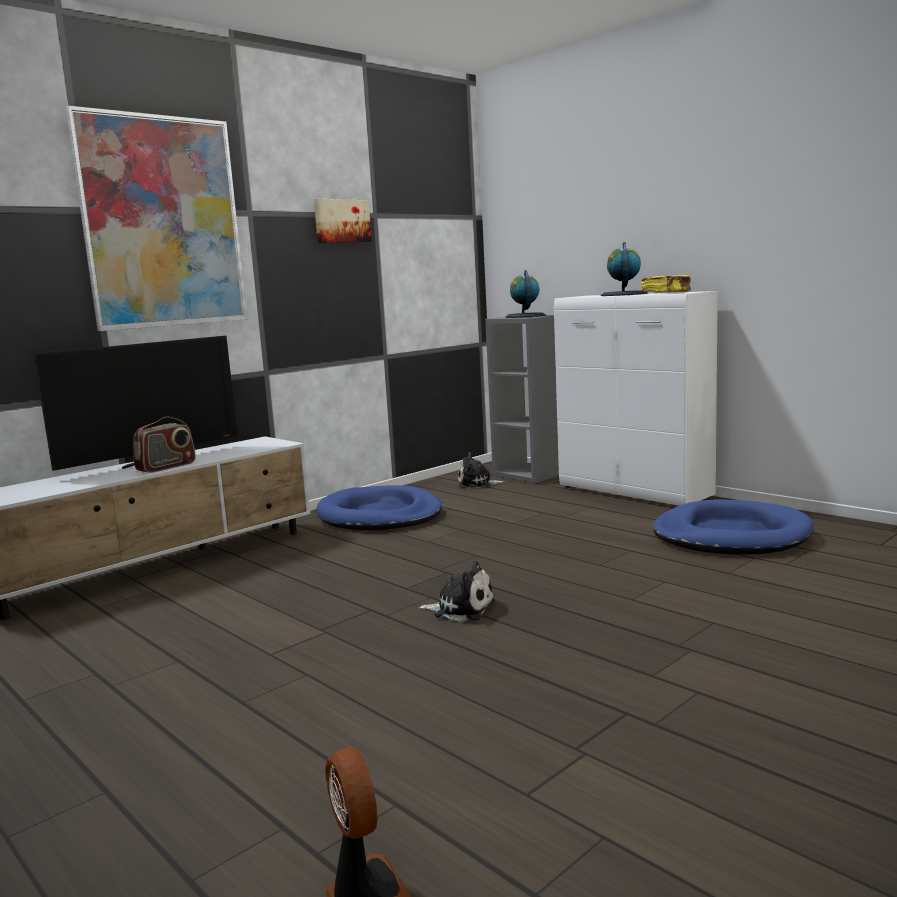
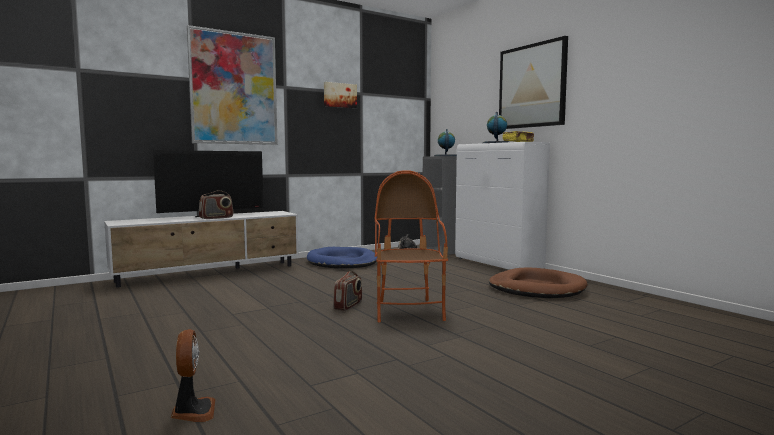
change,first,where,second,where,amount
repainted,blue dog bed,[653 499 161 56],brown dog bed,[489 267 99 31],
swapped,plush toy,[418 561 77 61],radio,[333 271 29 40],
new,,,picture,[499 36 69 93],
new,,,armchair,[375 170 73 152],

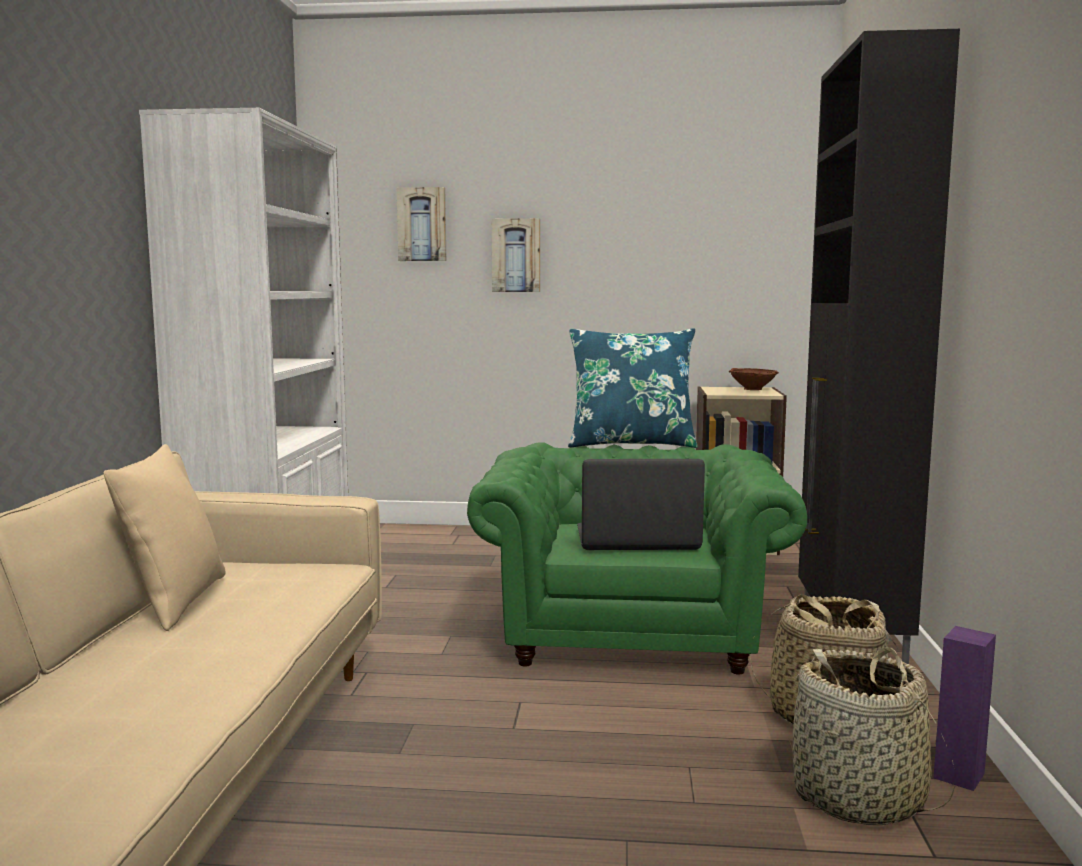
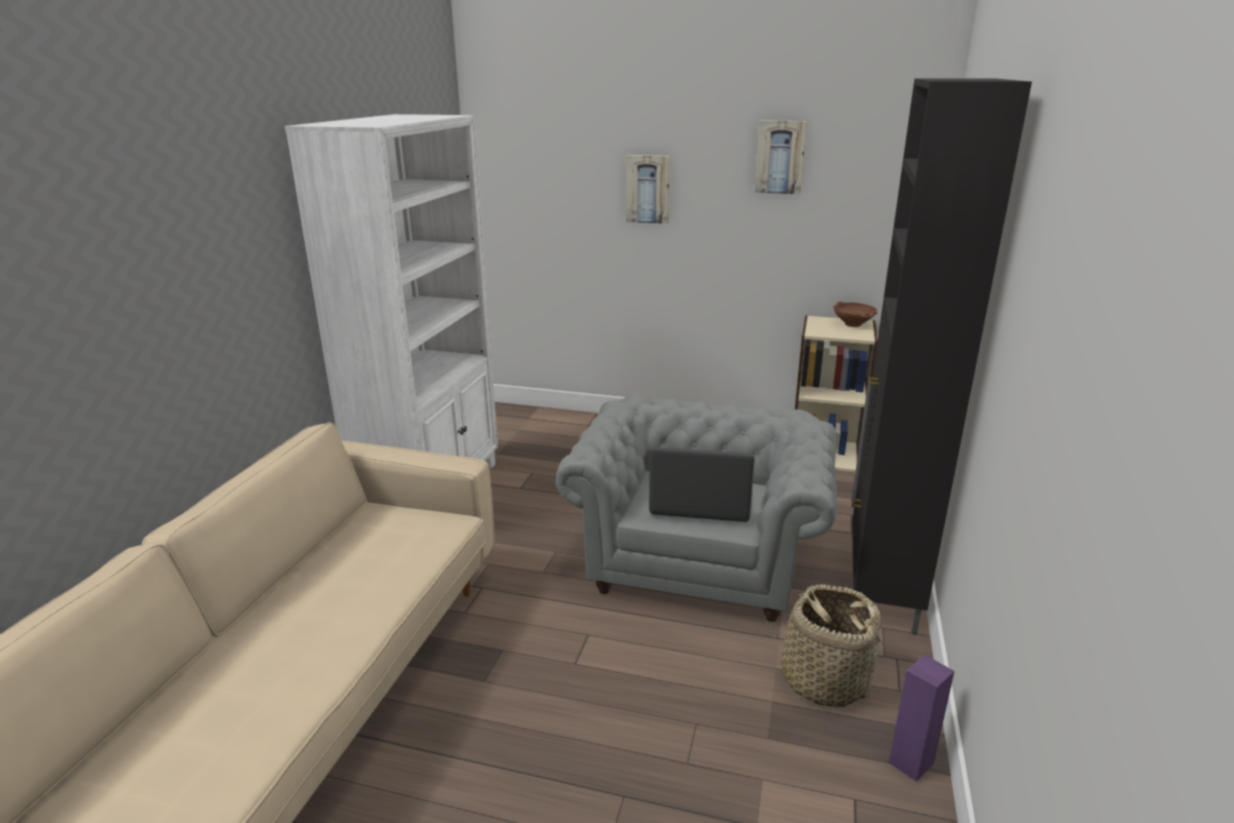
change,first,where,second,where,amount
shifted,picture,[397 187 49 74],,[754 120 53 74],
gone,blue pillow,[568 328 130 120],,,
repainted,green armchair,[467 443 340 231],grey armchair,[556 394 281 228],
gone,beige pillow,[104 444 122 187],,,
gone,basket,[788 647 168 178],,,

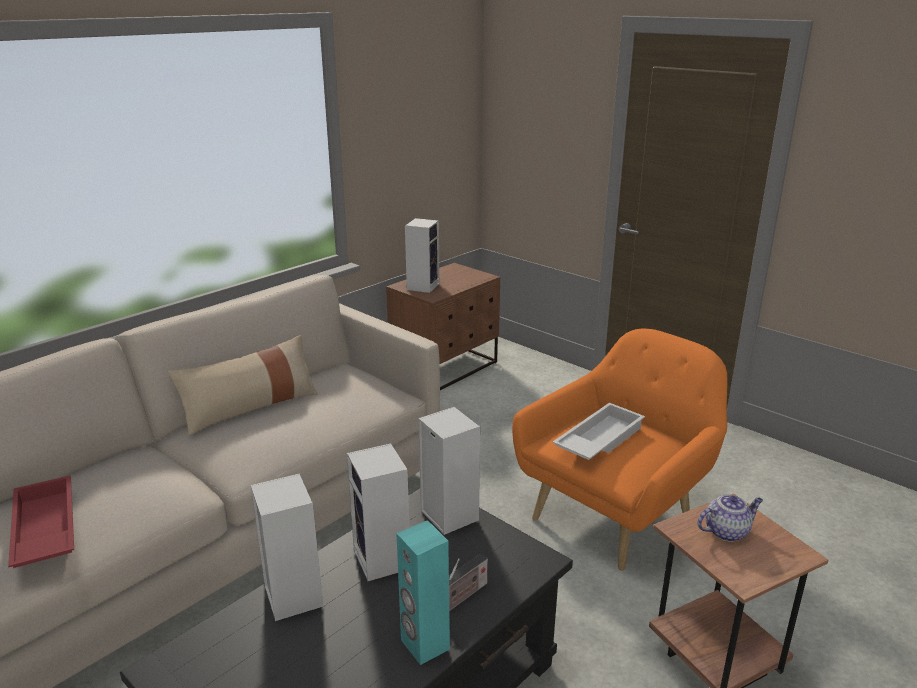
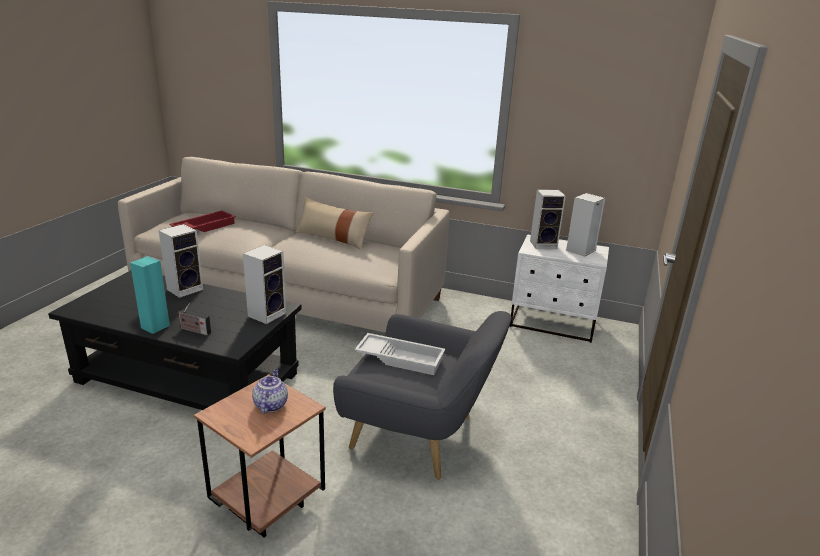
change,first,where,second,where,amount
repainted,brown nightstand,[386 263 114 127],white nightstand,[510 234 99 109],
repainted,orange armchair,[512 329 215 242],grey armchair,[333 311 178 169],
shifted,speaker,[347 443 62 138],,[566 193 40 64],
rotated,teapot,[697 494 66 48],,[252 369 36 45],135 degrees counterclockwise

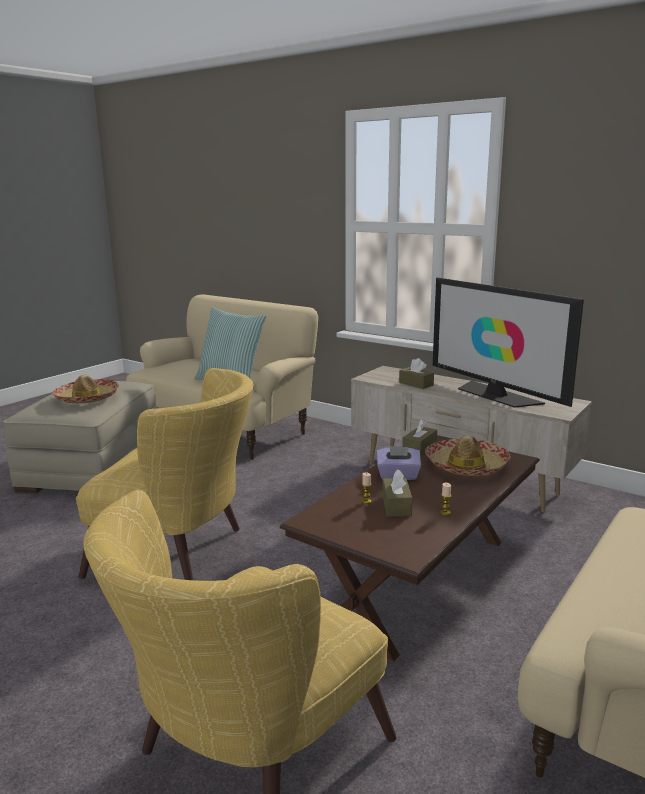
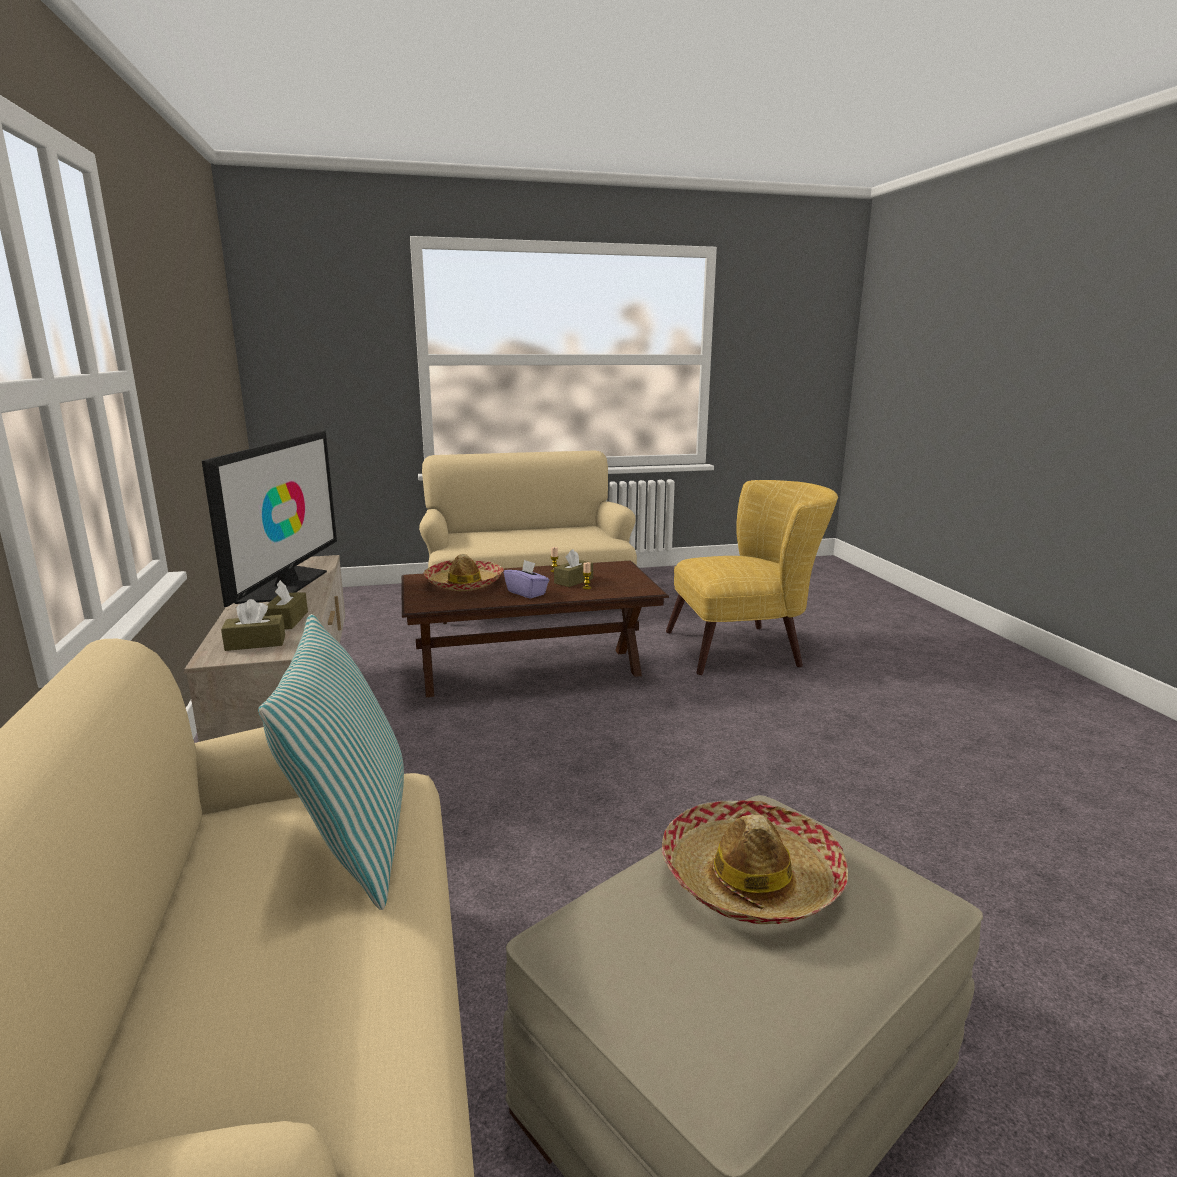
change,first,where,second,where,amount
gone,yellow armchair,[76 368 178 212],,,
shifted,brown tissue box,[402 418 35 39],,[221 599 64 52],

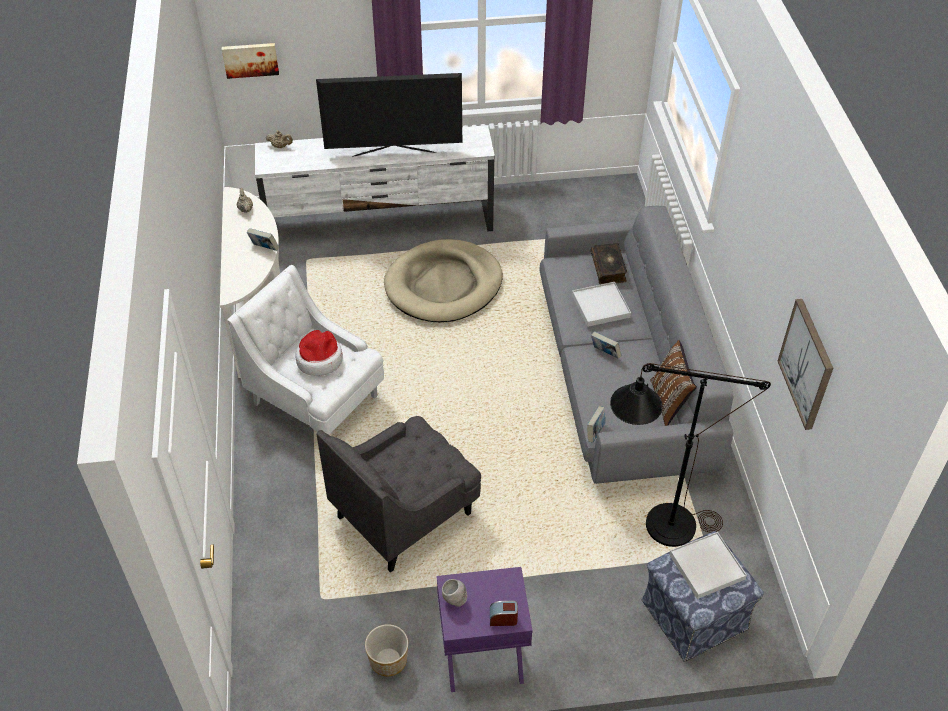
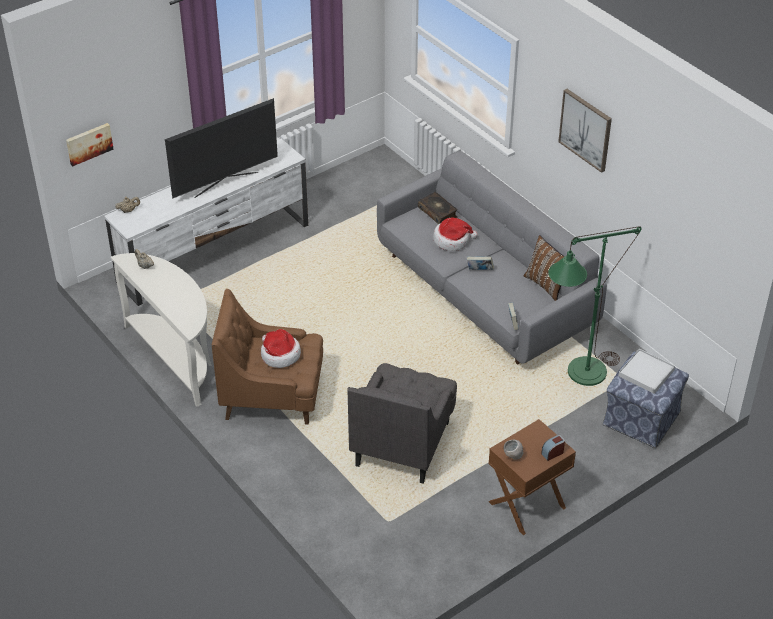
change,first,where,second,where,amount
gone,book,[247 228 32 23],,,
gone,beige dog bed,[384 239 119 83],,,
repainted,white armchair,[227 265 157 170],brown armchair,[212 289 111 136],
swapped,white tray,[572 282 59 45],hat,[433 217 45 34],
shifted,picture,[778 299 55 131],,[558 89 54 84],
repainted,black floor lamp,[610 363 161 184],green floor lamp,[548 226 94 160],
repainted,purple nightstand,[437 567 96 125],brown nightstand,[488 419 88 116],
gone,planter,[365 624 43 52],,,

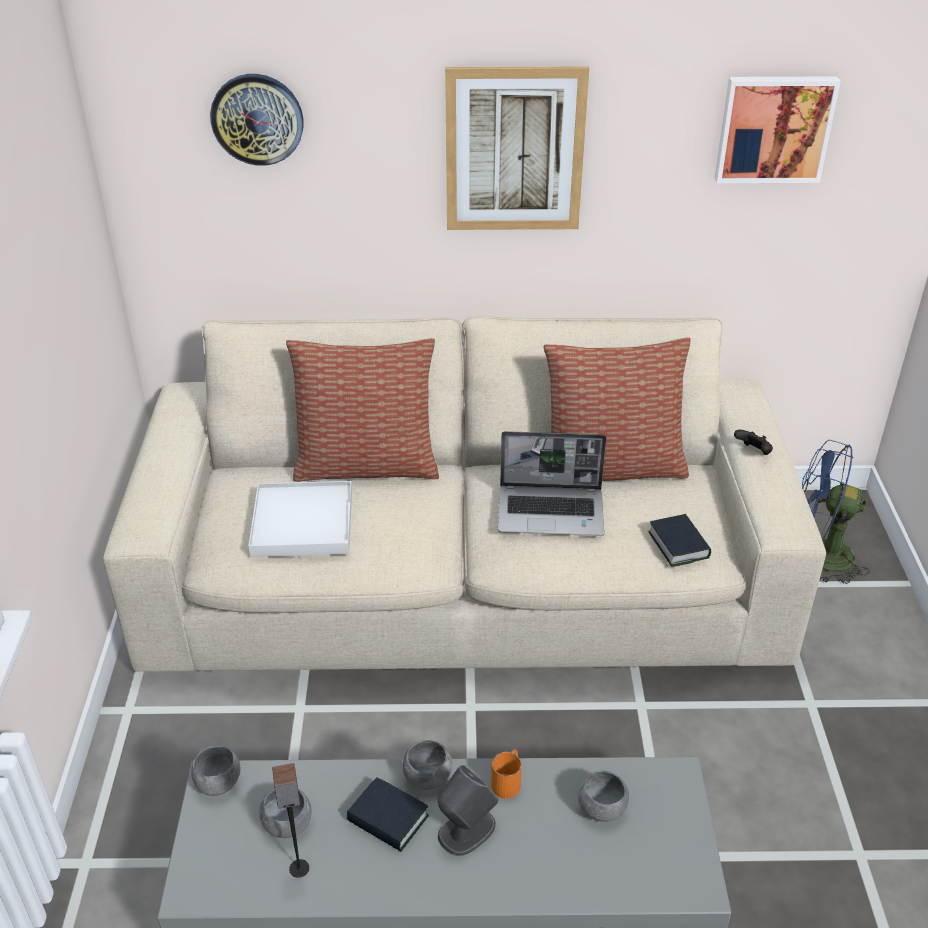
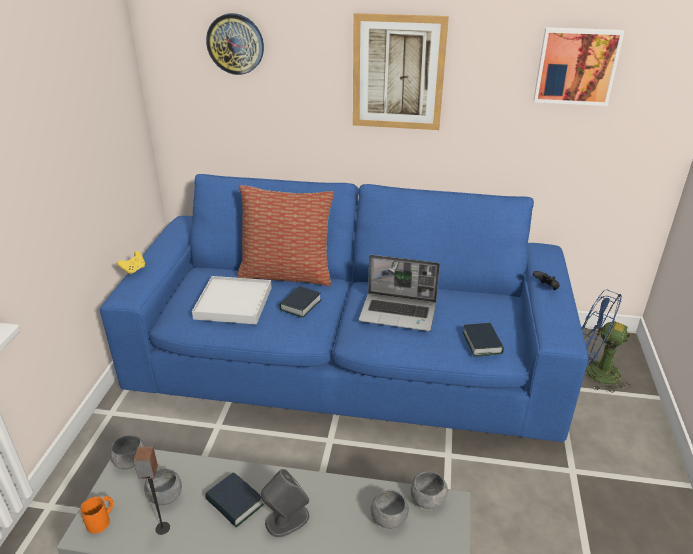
change,first,where,second,where,amount
repainted,beige sofa,[103 316 723 356],blue sofa,[100 174 488 268],
gone,pillow,[544 337 147 144],,,
shifted,grey bowl,[403 740 50 50],,[411 471 37 38],
shifted,orange mug,[491 749 31 50],,[80 496 33 38],
new,,,yellow game controller,[117 251 28 24],
new,,,book,[279 286 43 32],

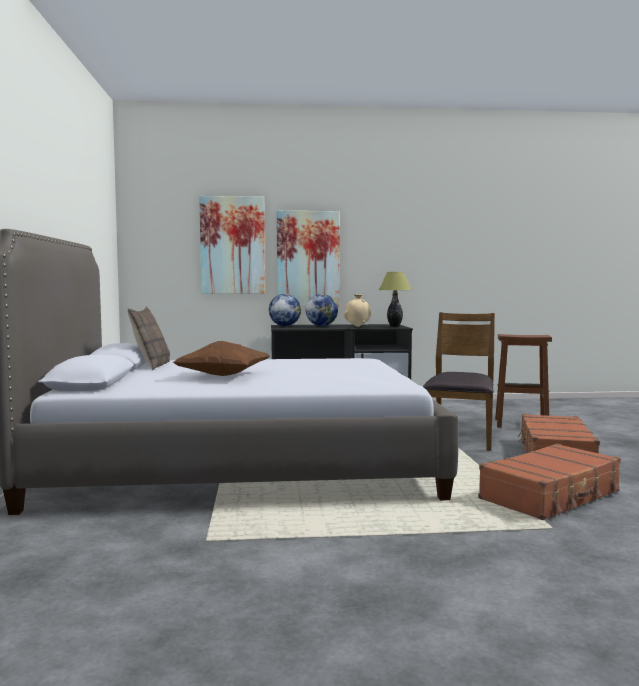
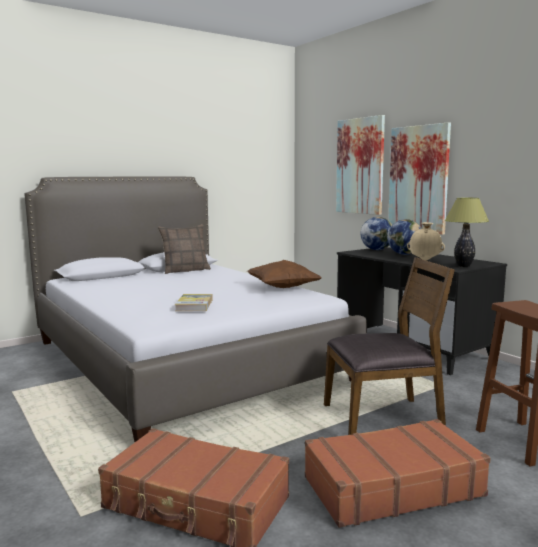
change,first,where,second,where,amount
shifted,brown pillow,[173 341 96 35],,[247 260 75 28],
new,,,book,[175 294 38 17],

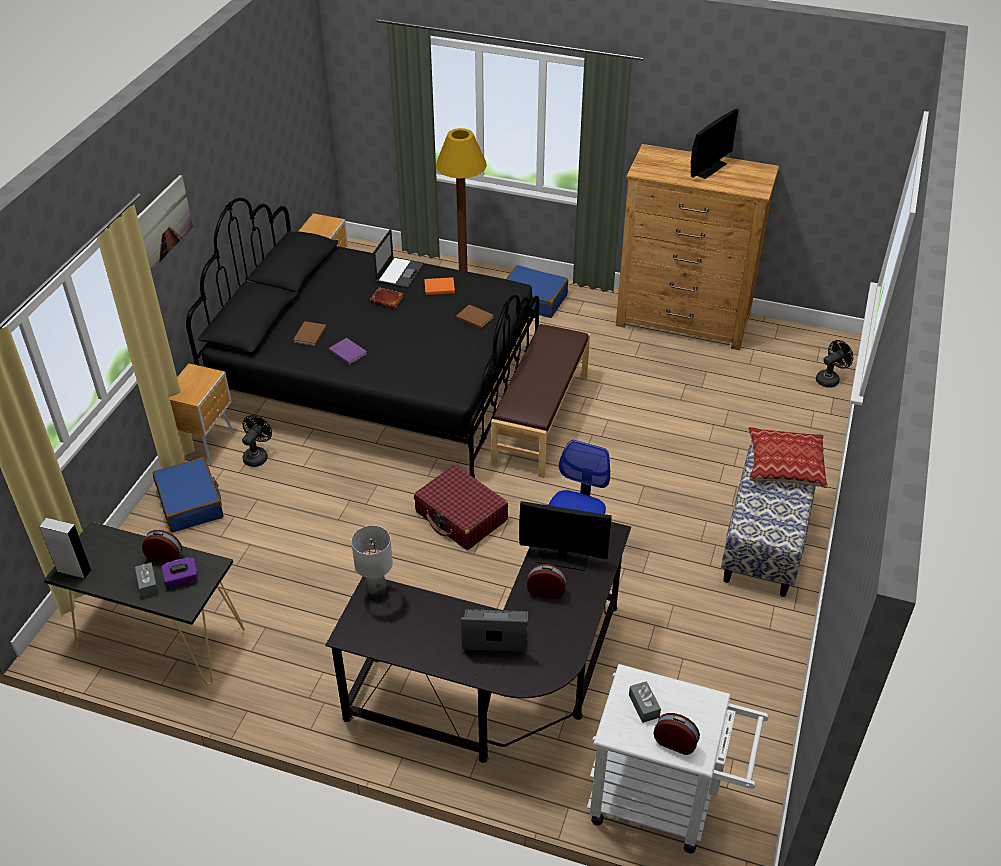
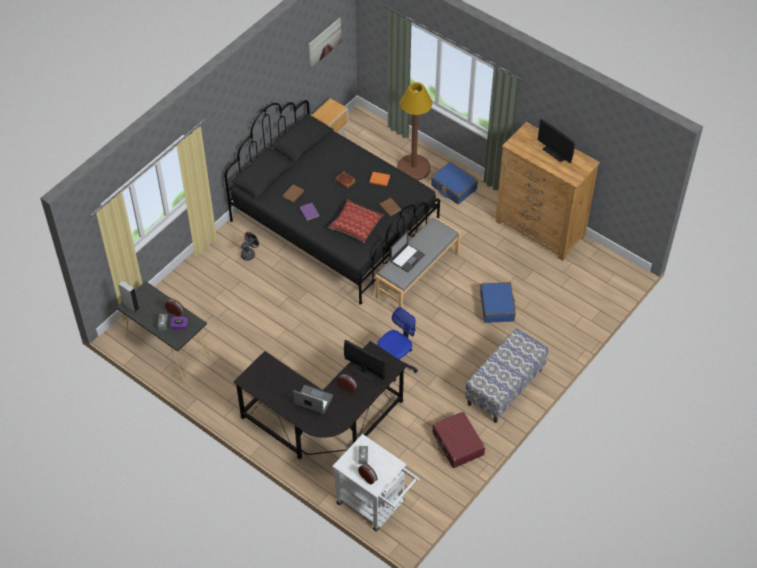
change,first,where,second,where,amount
rotated,monitor,[690 109 49 70],,[538 119 36 44],75 degrees clockwise
shifted,picture,[137 175 56 96],,[308 18 34 50],
shifted,laptop,[373 228 51 61],,[390 230 35 42],
repainted,brown bench,[491 323 99 155],grey bench,[375 217 86 91],
gone,black fan,[816 340 37 48],,,
gone,brown nightstand,[169 363 66 102],,,
shifted,pillow,[748 427 80 61],,[328 199 56 44],
shifted,blue suitcase,[153 457 71 75],,[480 282 36 41],
shifted,red suitcase,[414 465 94 85],,[432 412 53 56],
gone,grey table lamp,[351 525 42 74],,,

